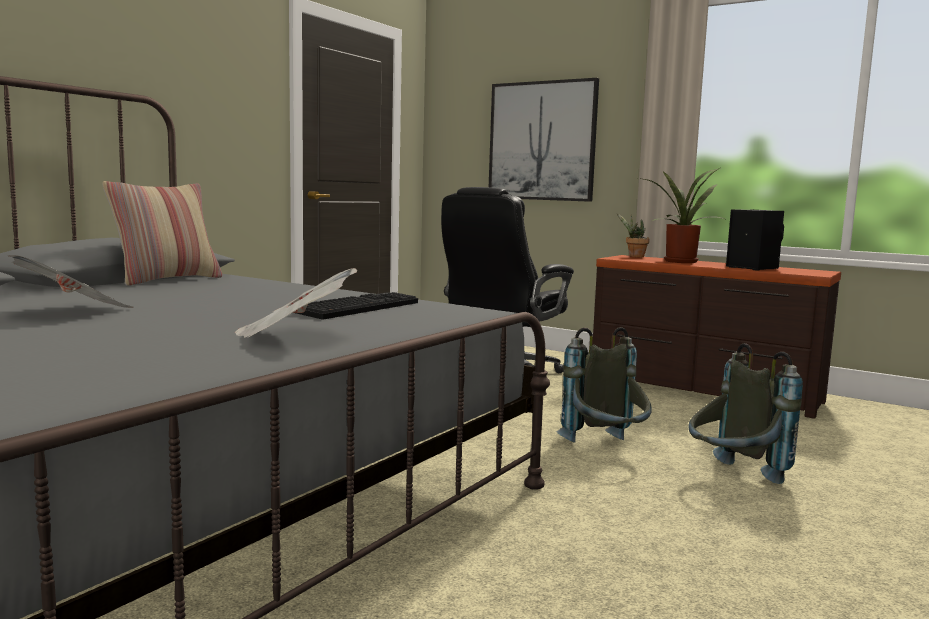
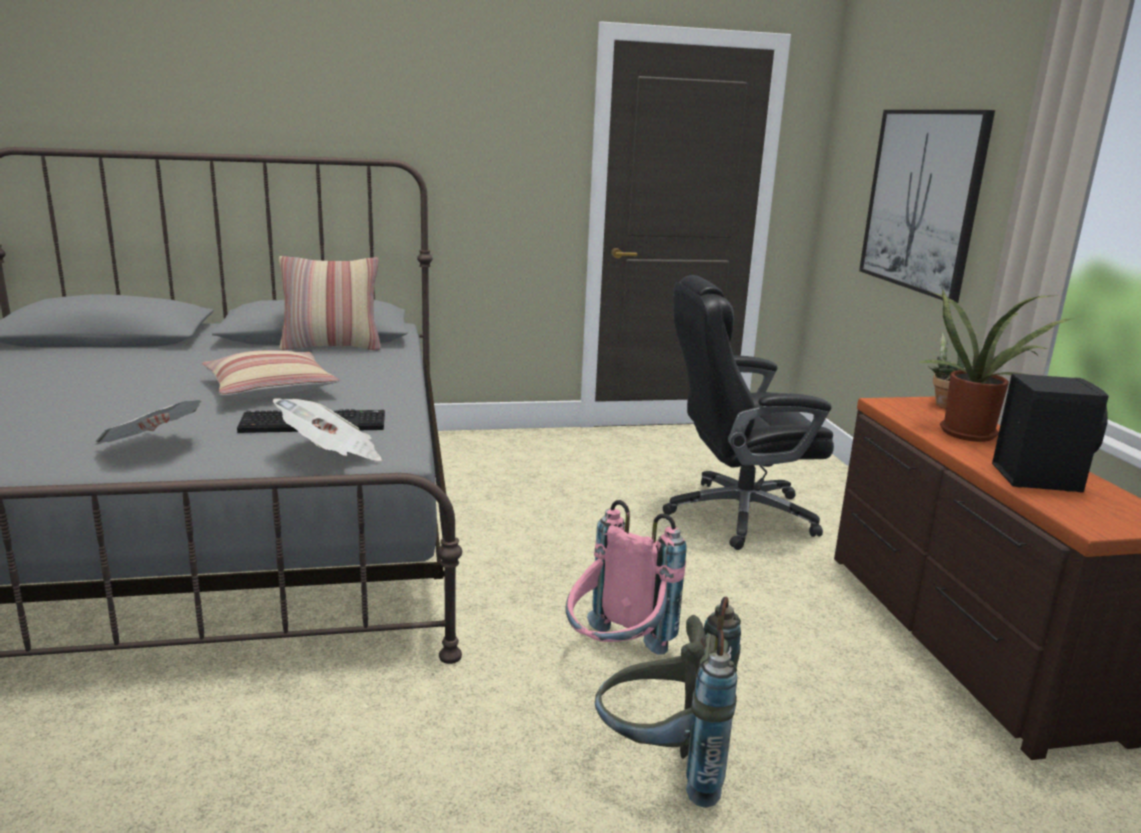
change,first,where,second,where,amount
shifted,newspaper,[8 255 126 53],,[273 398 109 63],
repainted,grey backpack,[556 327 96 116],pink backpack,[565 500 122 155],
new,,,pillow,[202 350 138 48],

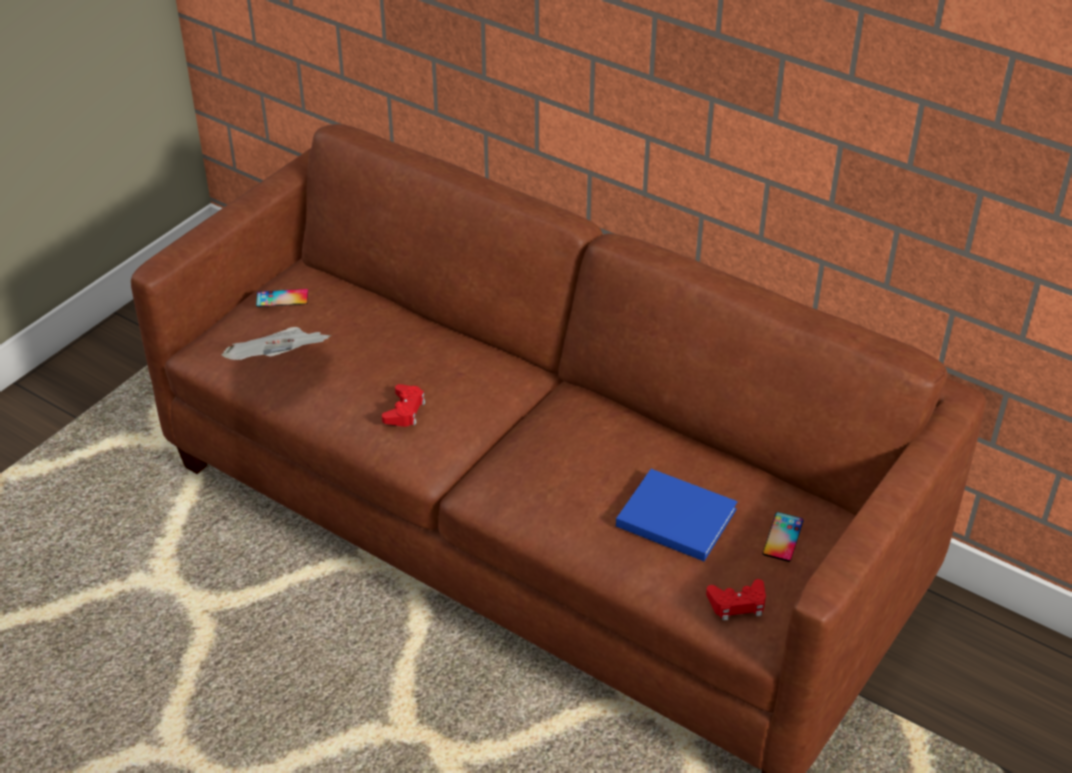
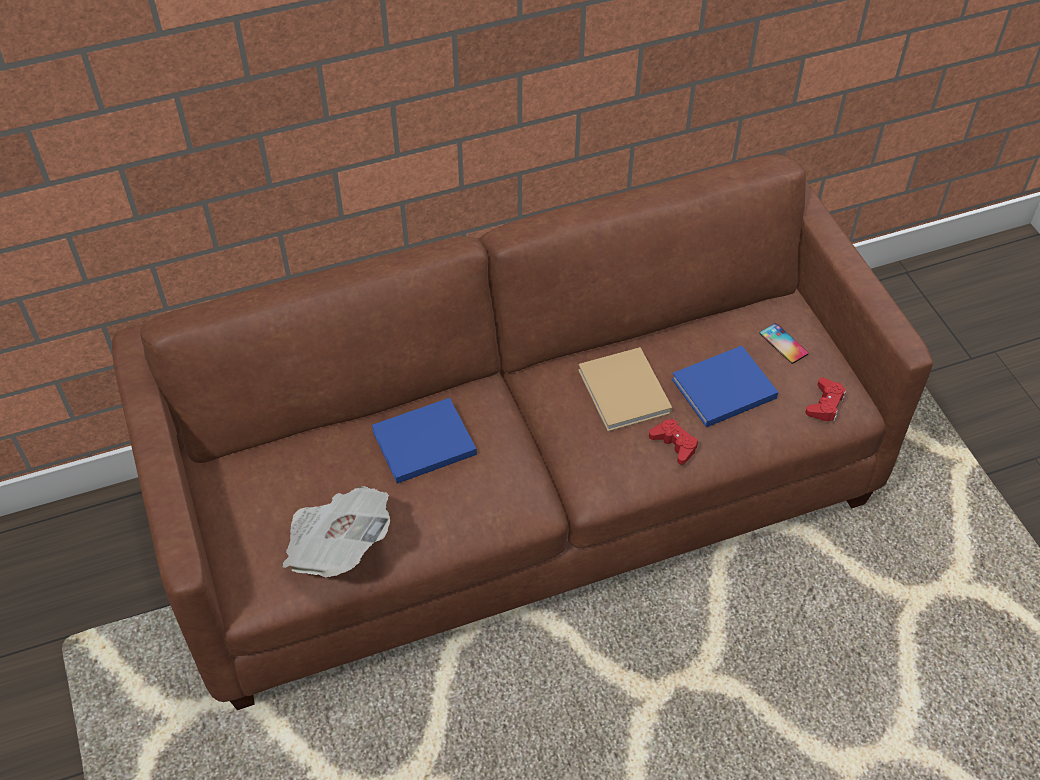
change,first,where,second,where,amount
gone,phone,[256 289 52 18],,,
shifted,red game controller,[382 384 43 43],,[649 419 49 46],
new,,,beige book,[578 347 94 84],
new,,,blue book,[372 398 105 86],

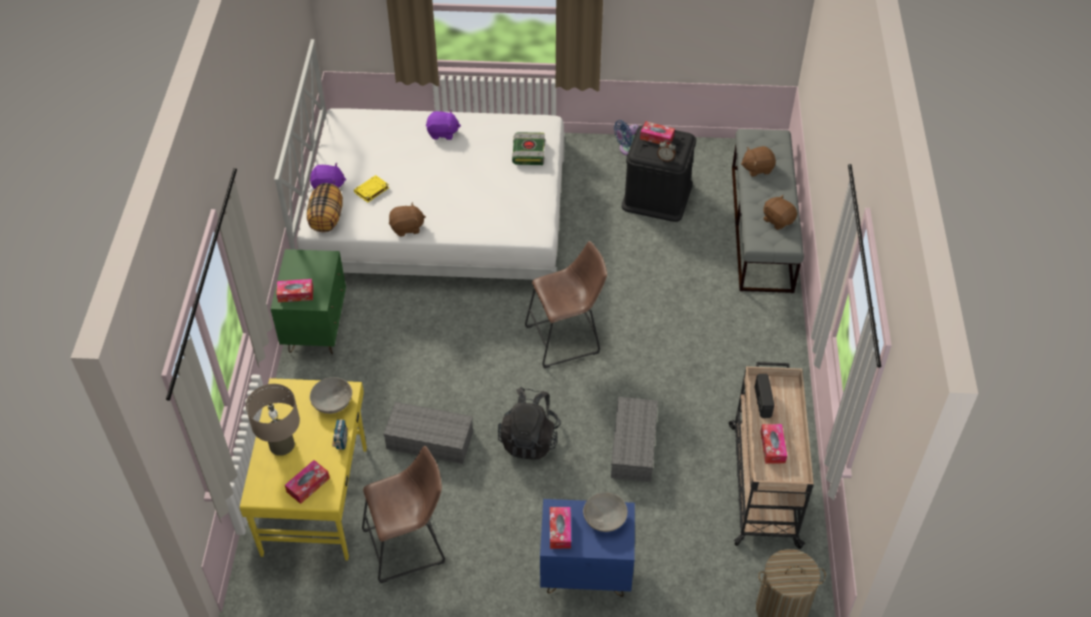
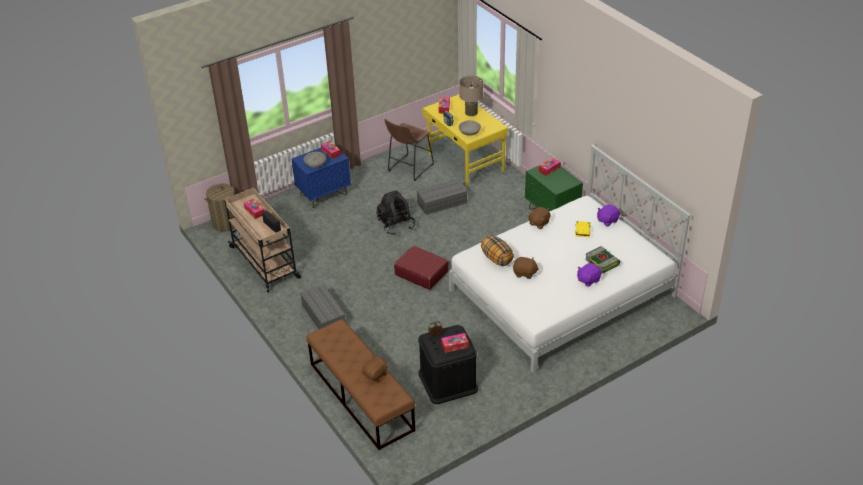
change,first,where,second,where,amount
gone,blue fan,[614 120 25 36],,,
repainted,grey bench,[732 129 72 164],brown bench,[306 319 109 131],
shifted,book,[512 132 33 33],,[585 246 35 27],
shifted,pillow,[307 183 36 49],,[481 235 33 31],
shifted,brown plush toy,[763 195 34 35],,[513 257 26 22],
swapped,brown stool,[525 241 82 128],red suitcase,[394 246 55 44],
shifted,grey storage box,[611 397 47 85],,[300 284 46 45],

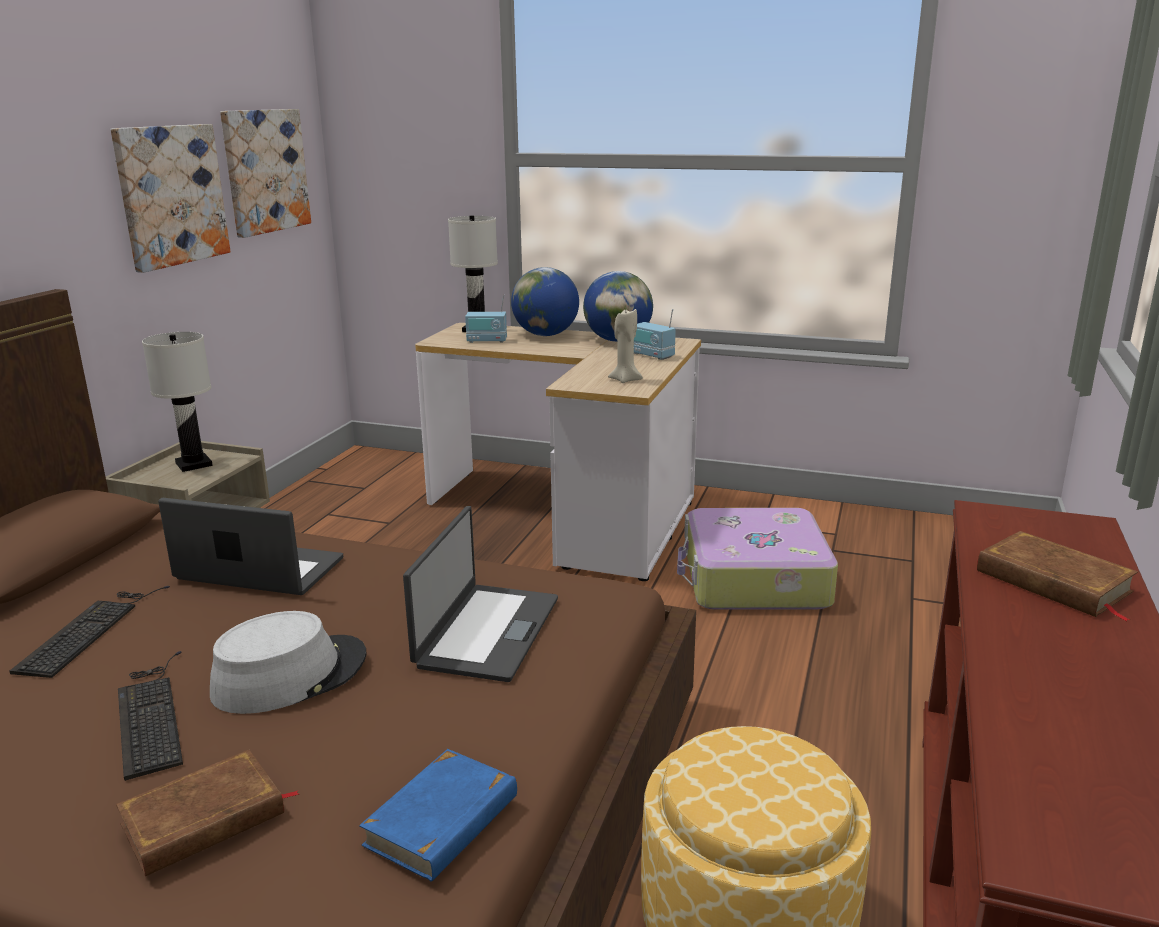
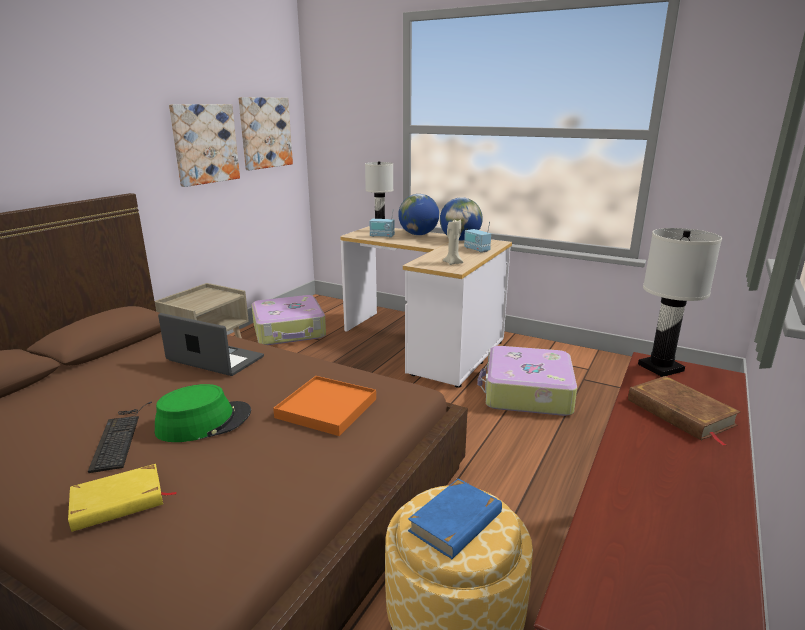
change,first,where,second,where,amount
shifted,white table lamp,[142 332 71 140],,[638 228 84 149],
swapped,laptop,[403 506 155 176],orange tray,[273 376 103 60],
gone,keyboard,[10 586 160 92],,,
repainted,grey hat,[210 611 156 103],green hat,[155 384 96 58],
shifted,blue book,[359 749 158 133],,[408 479 94 80],
repainted,brown book,[116 750 183 126],yellow book,[68 464 109 68],
new,,,suitcase,[252 295 74 50],

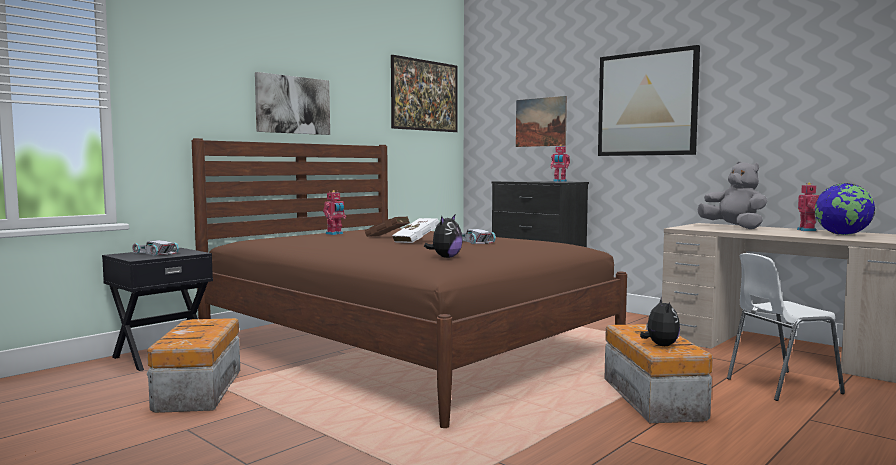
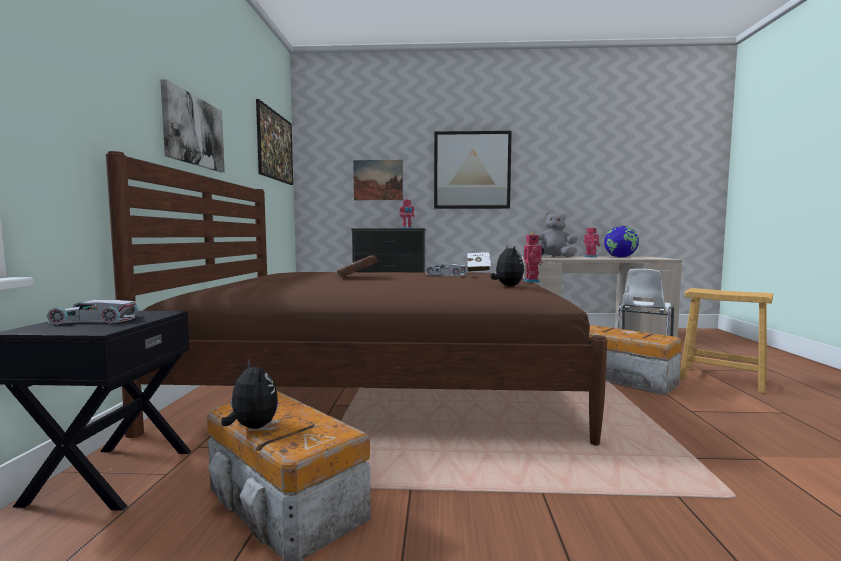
change,first,where,second,where,amount
shifted,toy robot,[323 190 23 45],,[523 232 21 50],
shifted,white book,[392 218 47 25],,[467 252 24 20],
shifted,plush toy,[640 297 40 49],,[221 360 57 69],
new,,,brown stool,[680 288 93 106],

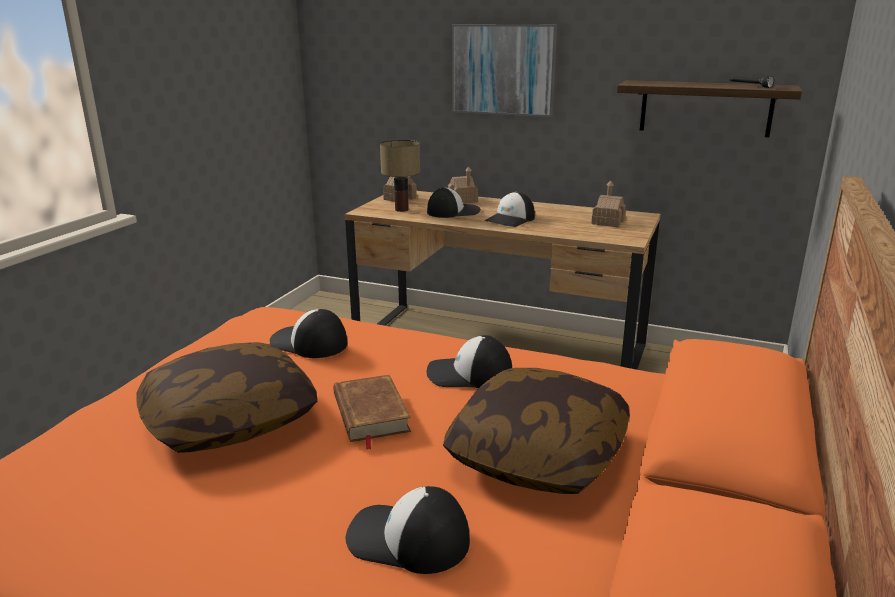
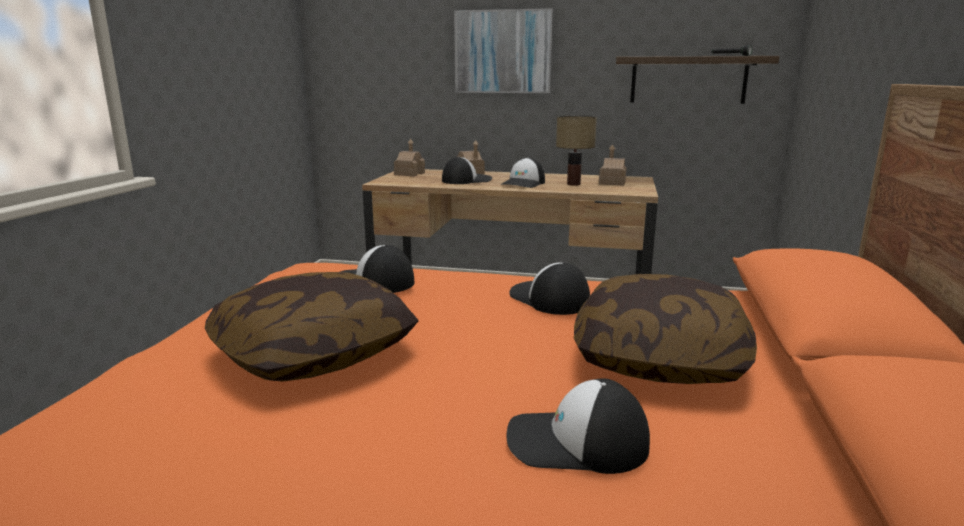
change,first,where,second,where,amount
shifted,table lamp,[380 140 40 72],,[556 116 41 70],
rotated,cap,[427 335 85 53],,[509 263 81 52],60 degrees clockwise
gone,brown book,[334 375 77 75],,,

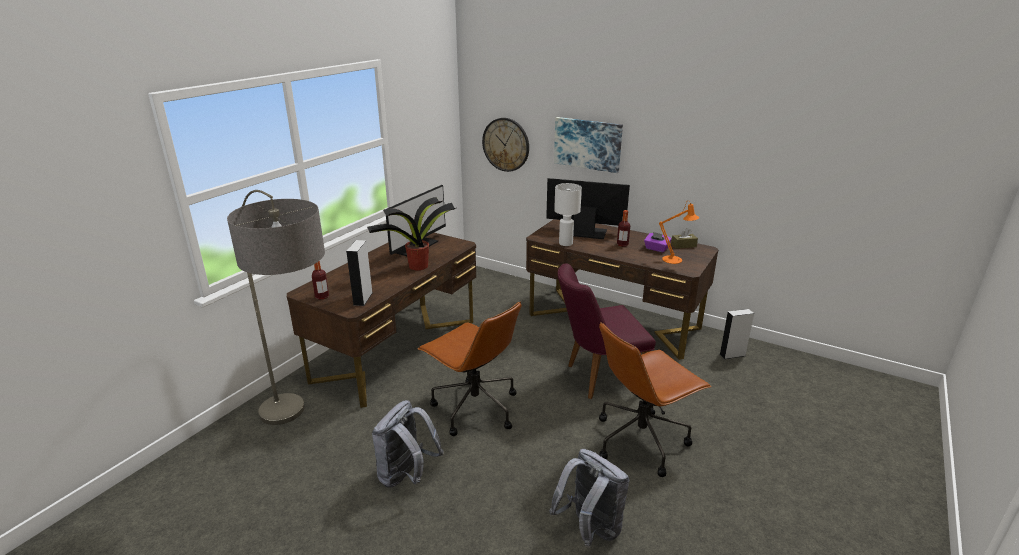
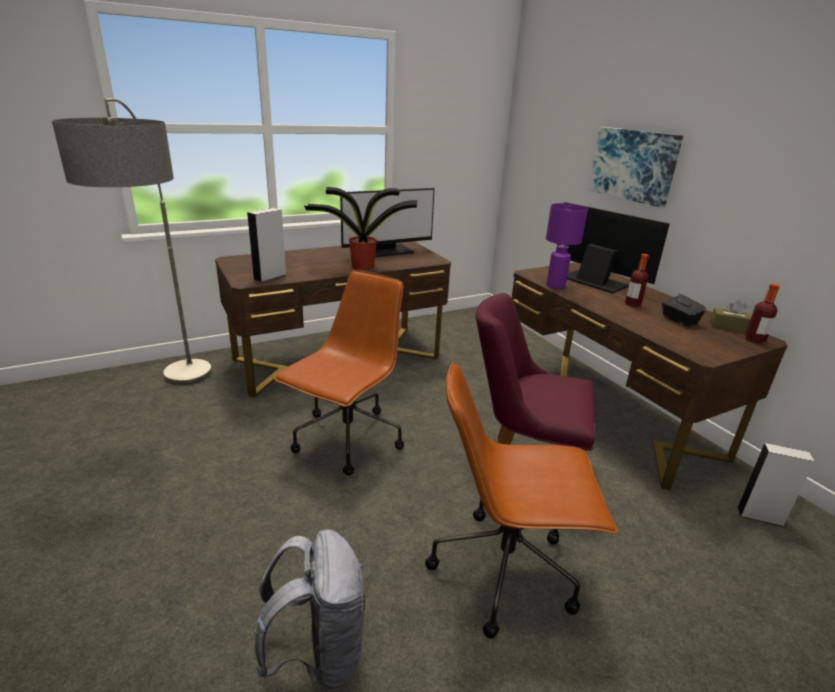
change,first,where,second,where,amount
gone,wall clock,[482 118 47 54],,,
repainted,white table lamp,[554 183 28 63],purple table lamp,[546 203 42 86],
gone,orange table lamp,[659 200 41 64],,,
repainted,purple tissue box,[644 232 27 20],black tissue box,[662 293 44 33],
shifted,bottle,[312 261 17 39],,[745 283 35 61],
rotated,brown office chair,[418 301 104 135],,[274 270 130 205],135 degrees counterclockwise
gone,grey backpack,[372 400 72 88],,,

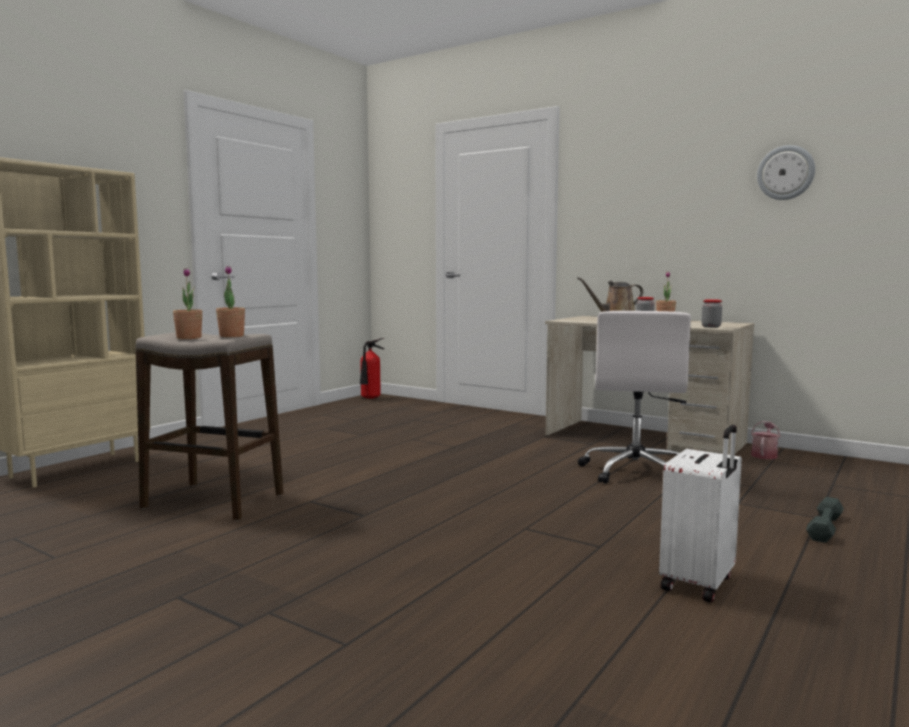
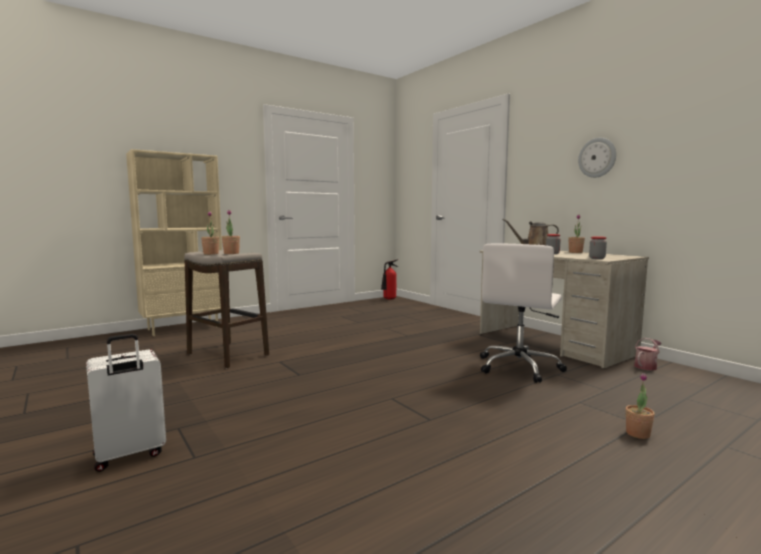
change,first,where,second,where,amount
shifted,wall clock,[757 145 58 55],,[578 138 38 40],
shifted,white suitcase,[659 425 83 177],,[86 334 80 138],
swapped,grey dumbbell,[806 497 38 46],potted plant,[625 373 30 66],

